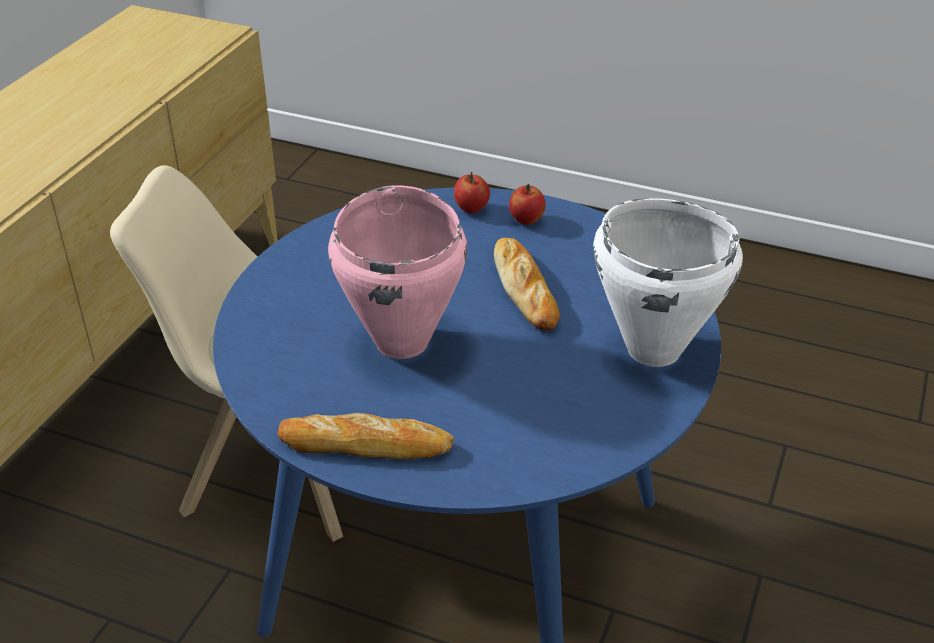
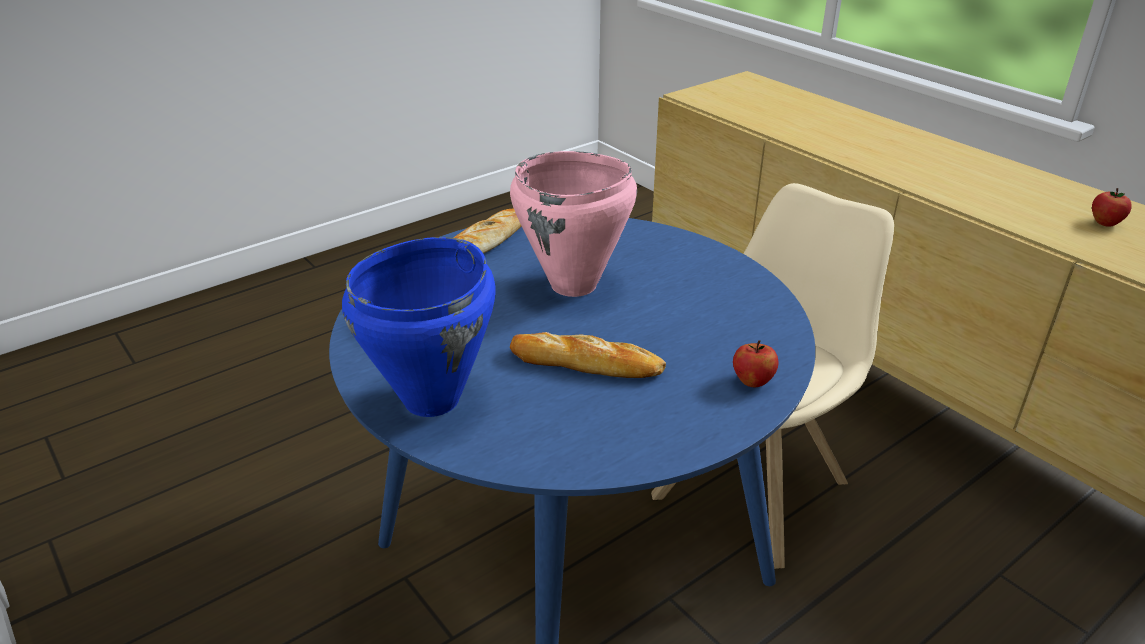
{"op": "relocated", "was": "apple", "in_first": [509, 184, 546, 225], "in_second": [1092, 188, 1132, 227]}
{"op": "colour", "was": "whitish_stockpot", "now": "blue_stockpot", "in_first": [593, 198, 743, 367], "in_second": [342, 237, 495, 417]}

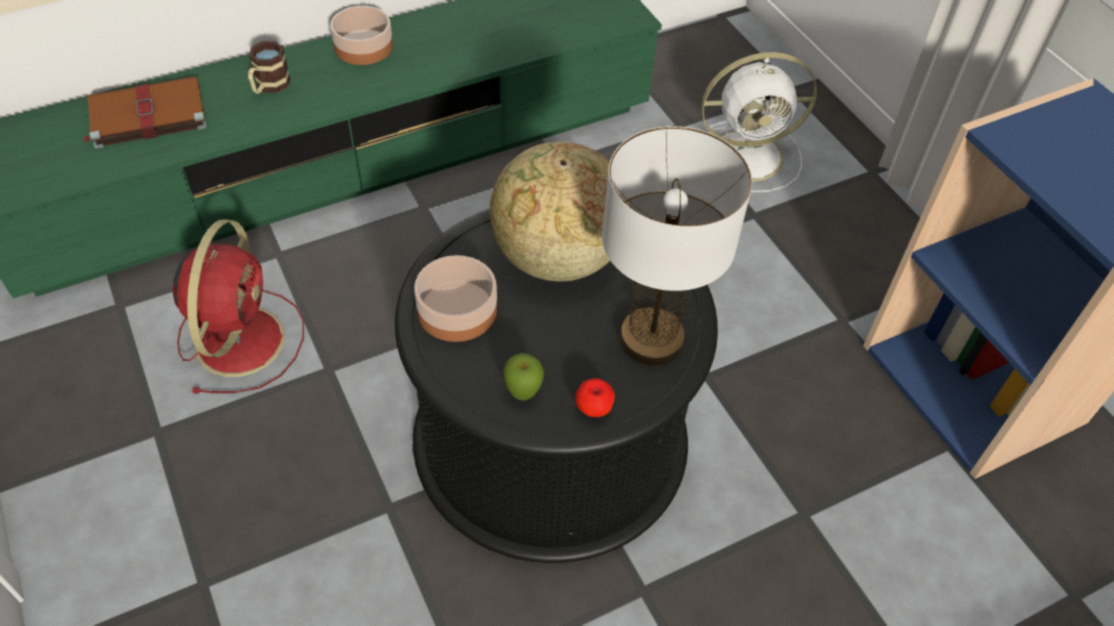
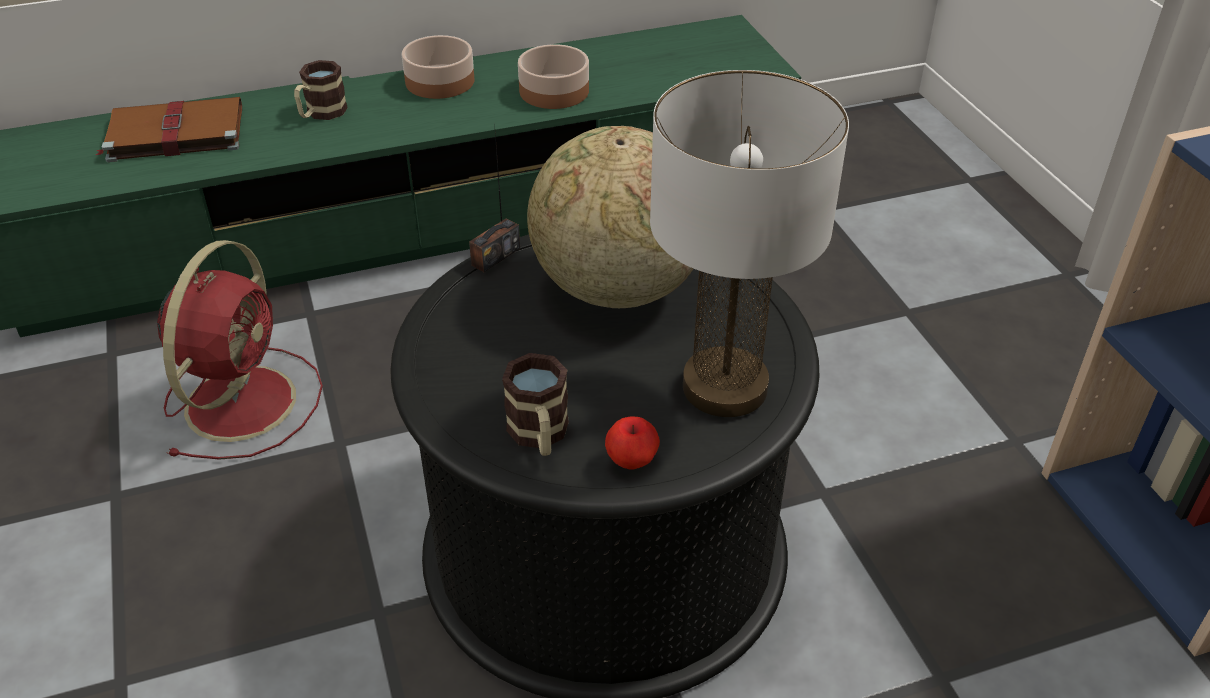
{"op": "missing", "was": "whitish_fan", "in_first": [701, 52, 817, 192]}
{"op": "appeared", "now": "radio_receiver", "in_second": [469, 124, 520, 272]}
{"op": "relocated", "was": "deep_dish", "in_first": [414, 255, 497, 342], "in_second": [518, 44, 589, 109]}
{"op": "exchanged", "was": "apple", "now": "coffee_mug", "in_first": [503, 353, 544, 400], "in_second": [502, 353, 569, 456]}

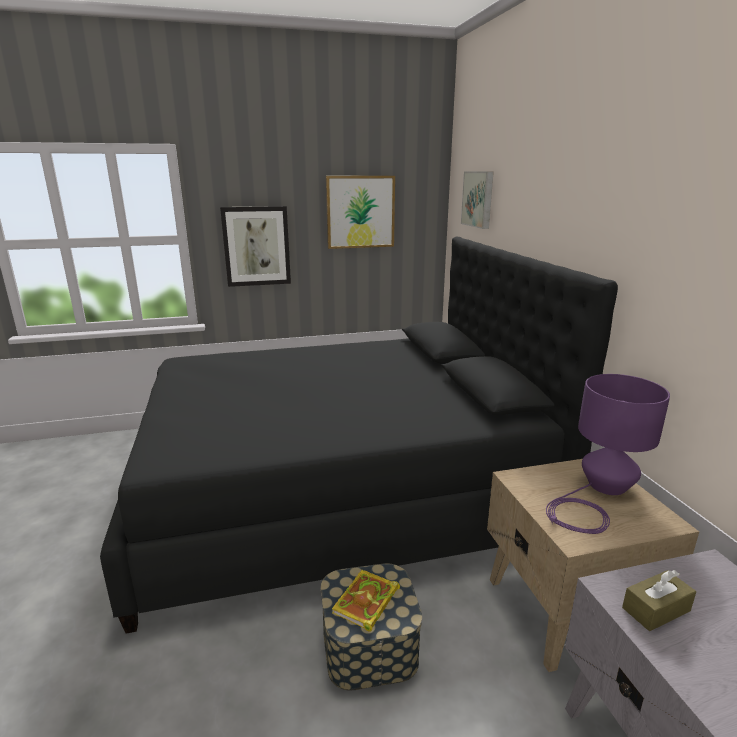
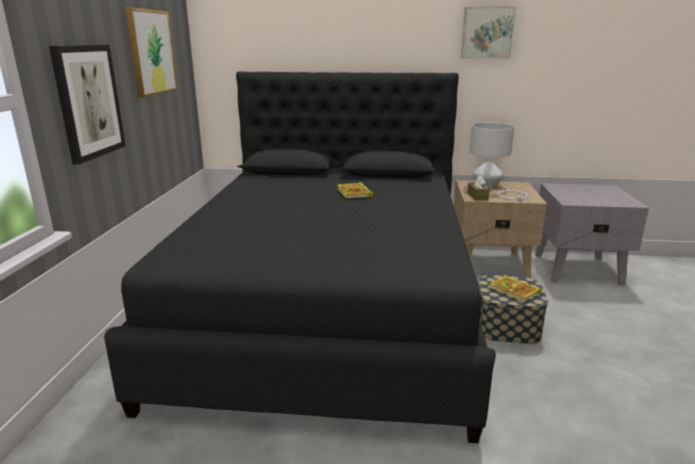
{"op": "appeared", "now": "volume", "in_second": [337, 182, 373, 198]}
{"op": "relocated", "was": "wall_art", "in_first": [461, 172, 494, 229], "in_second": [461, 7, 516, 59]}
{"op": "relocated", "was": "brown_box_of_tissues", "in_first": [622, 570, 696, 631], "in_second": [467, 175, 490, 200]}
{"op": "colour", "was": "purple-coloured_tabletop_lamp", "now": "whitish_tabletop_lamp", "in_first": [546, 374, 670, 534], "in_second": [470, 123, 529, 200]}

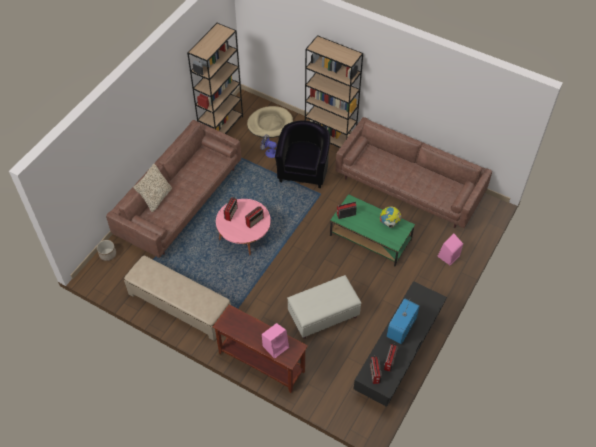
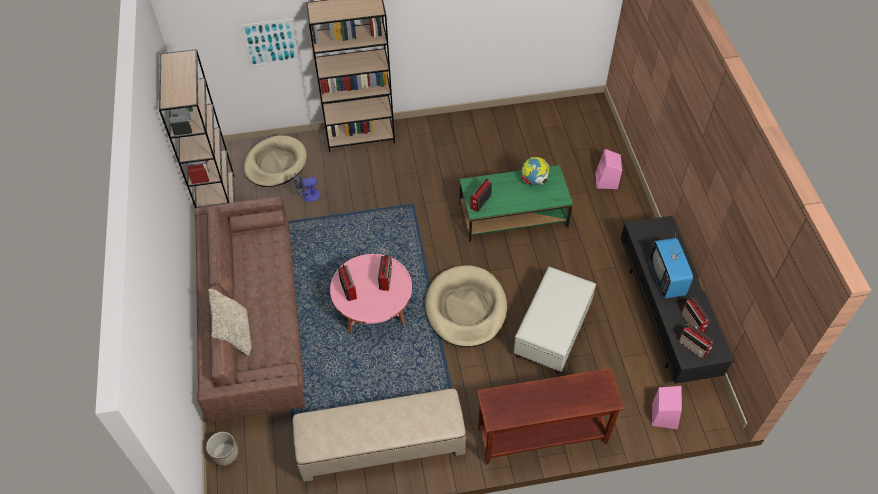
{"op": "missing", "was": "black_easy_chair", "in_first": [275, 120, 330, 188]}
{"op": "missing", "was": "brown_couch", "in_first": [335, 117, 492, 228]}
{"op": "appeared", "now": "wall_art", "in_second": [238, 19, 300, 67]}
{"op": "appeared", "now": "beige-coloured_dog_bed", "in_second": [425, 265, 507, 347]}
{"op": "relocated", "was": "pinkish_audio_speaker", "in_first": [262, 323, 289, 359], "in_second": [652, 386, 682, 429]}

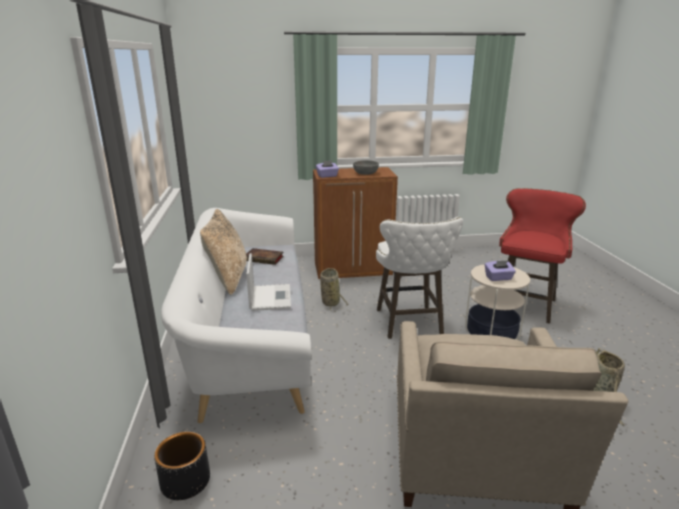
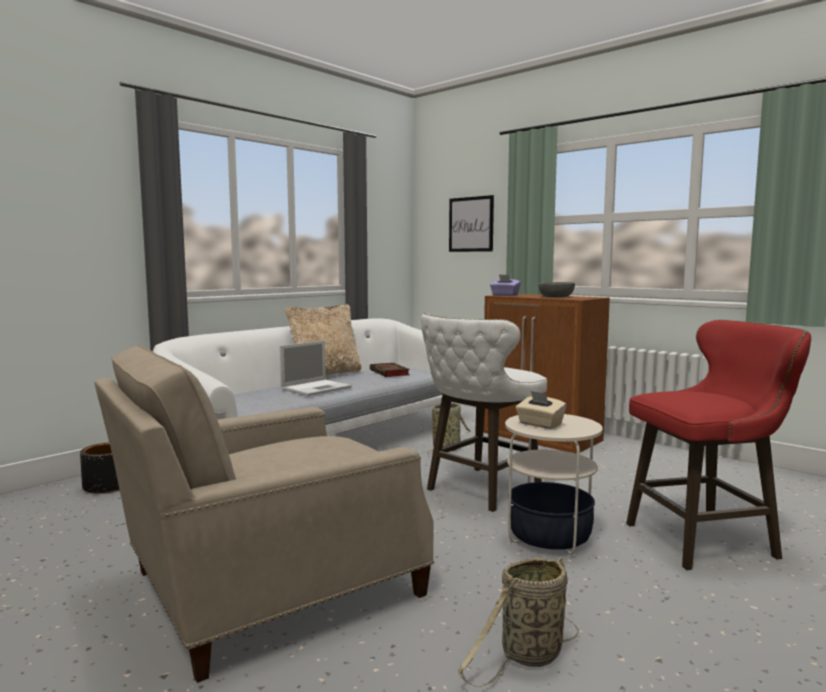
{"op": "appeared", "now": "wall_art", "in_second": [449, 195, 494, 252]}
{"op": "colour", "was": "purple-coloured_box_of_tissues", "now": "beige-coloured_box_of_tissues", "in_first": [485, 261, 516, 281], "in_second": [516, 391, 566, 429]}

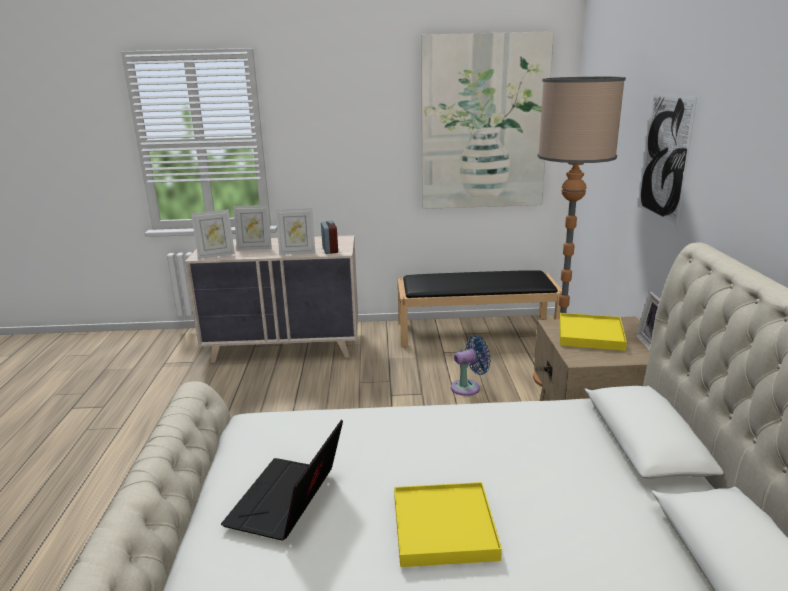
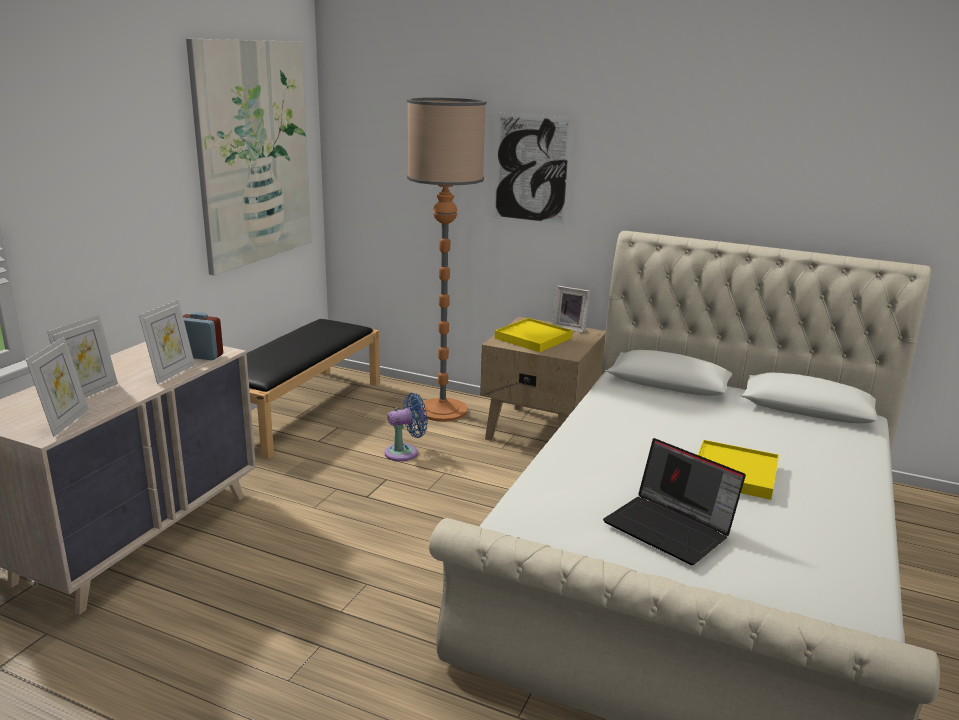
{"op": "spun", "was": "blue_fan", "in_first": [451, 336, 491, 396], "in_second": [384, 393, 428, 461], "clockwise": 60}

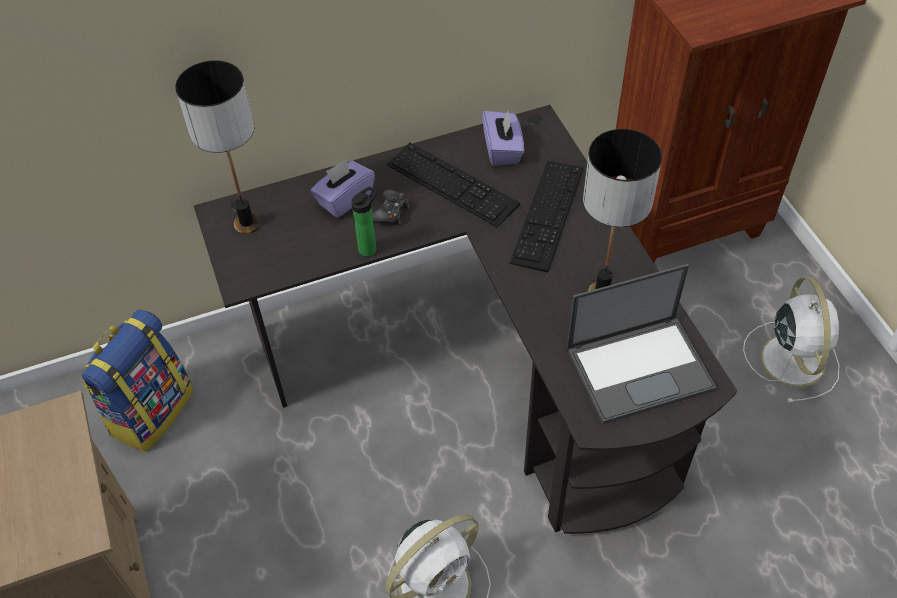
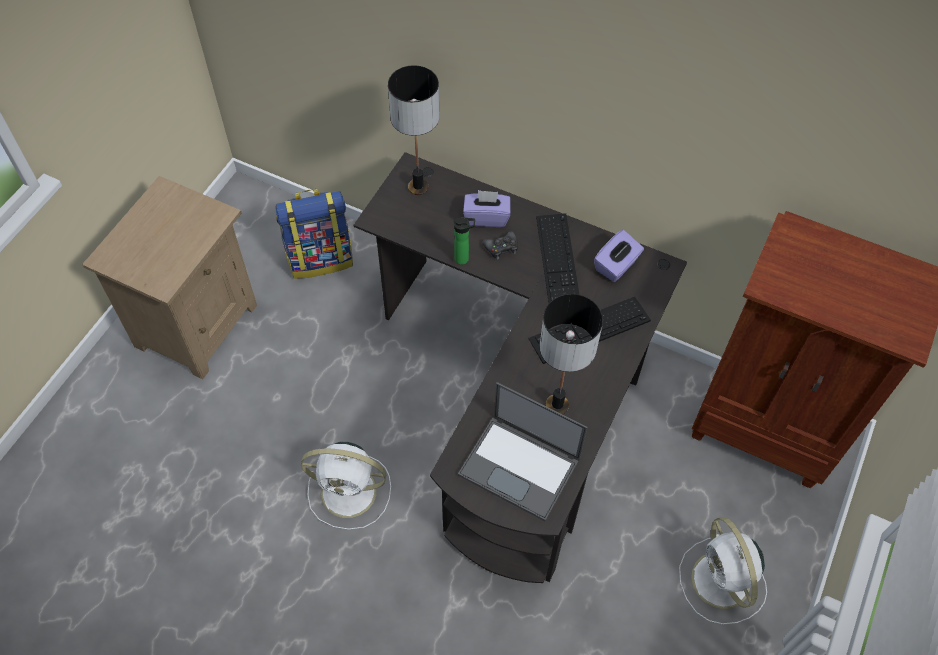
{"op": "spun", "was": "whitish_fan", "in_first": [743, 277, 840, 403], "in_second": [679, 517, 767, 624], "clockwise": 120}

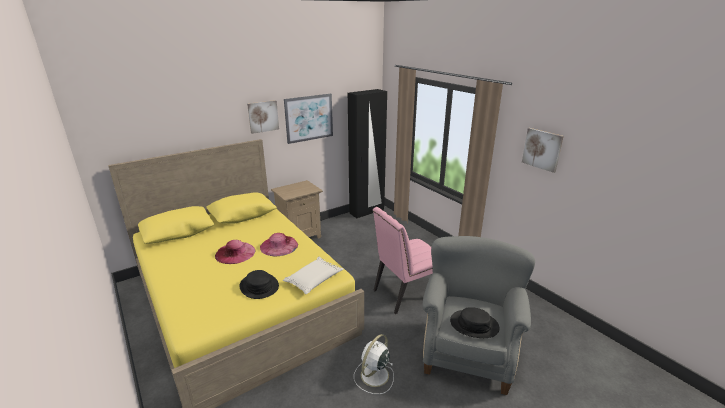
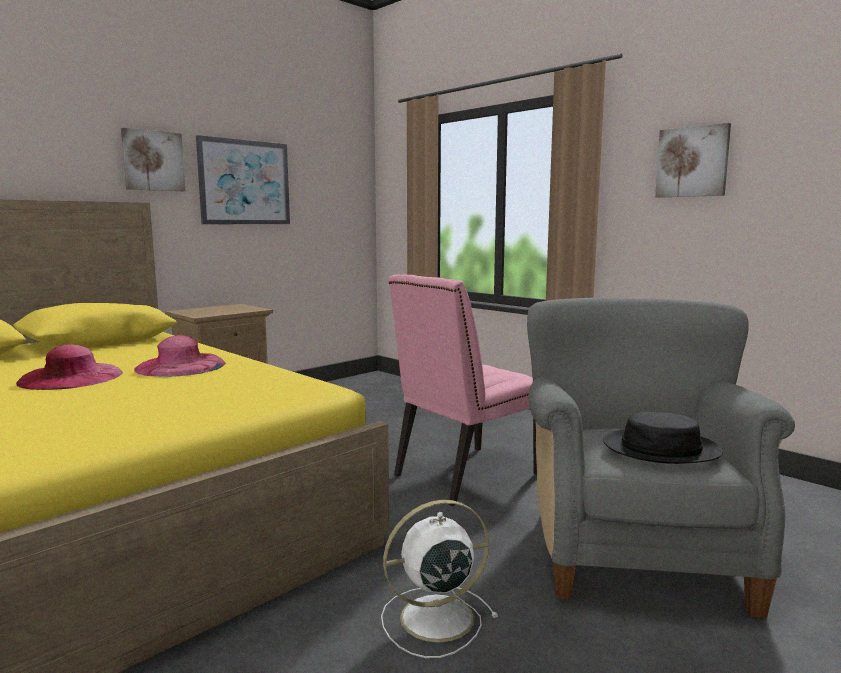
{"op": "missing", "was": "black_clothing_hat", "in_first": [240, 270, 279, 299]}
{"op": "missing", "was": "whitish_pillow", "in_first": [283, 256, 343, 294]}
{"op": "missing", "was": "black_wardrobe", "in_first": [348, 89, 387, 218]}
{"op": "spun", "was": "whitish_fan", "in_first": [354, 334, 394, 394], "in_second": [381, 500, 498, 658], "clockwise": 45}

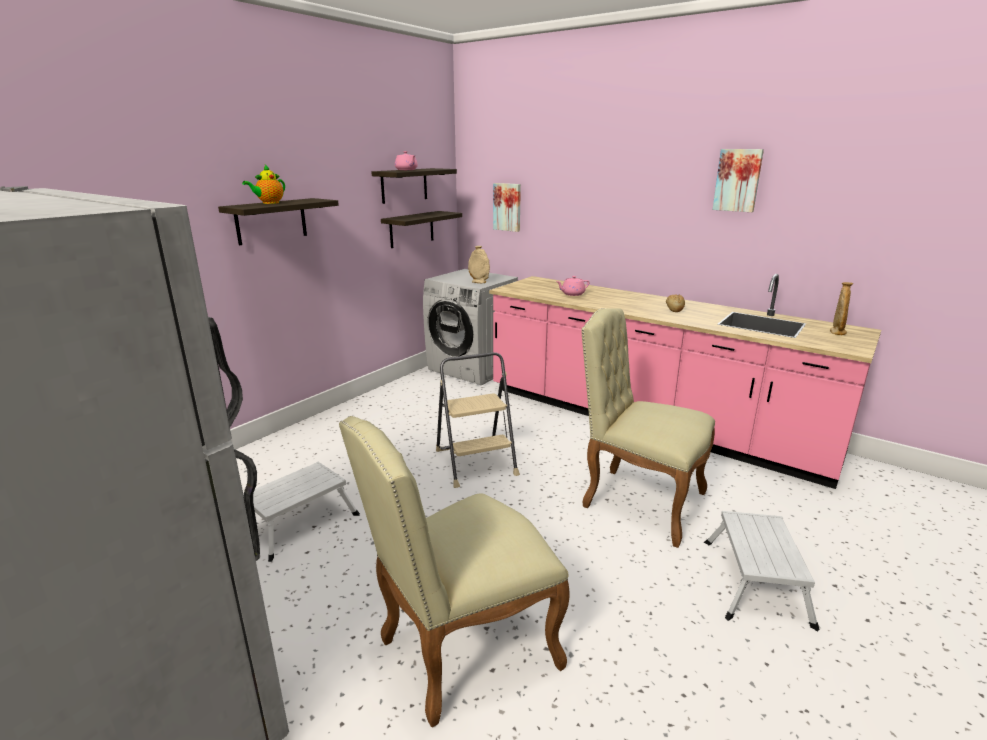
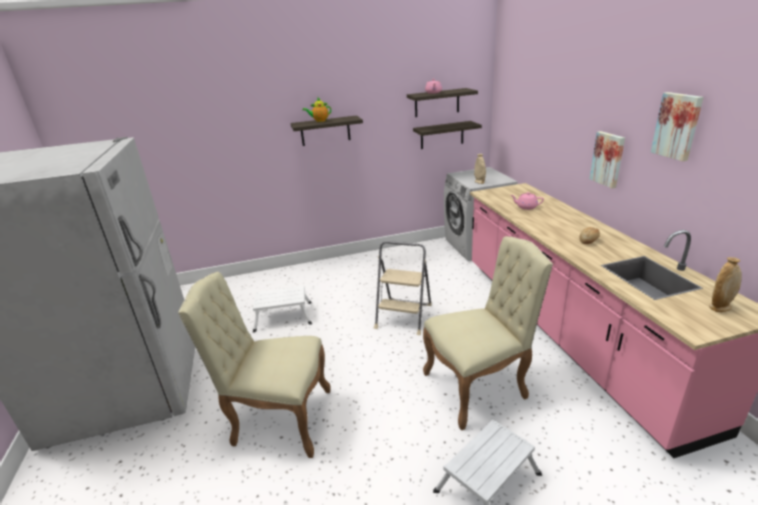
{"op": "relocated", "was": "wall_art", "in_first": [493, 183, 521, 232], "in_second": [590, 131, 625, 188]}
{"op": "spun", "was": "beige-coloured_chair", "in_first": [581, 308, 715, 548], "in_second": [423, 236, 553, 430], "clockwise": 90}

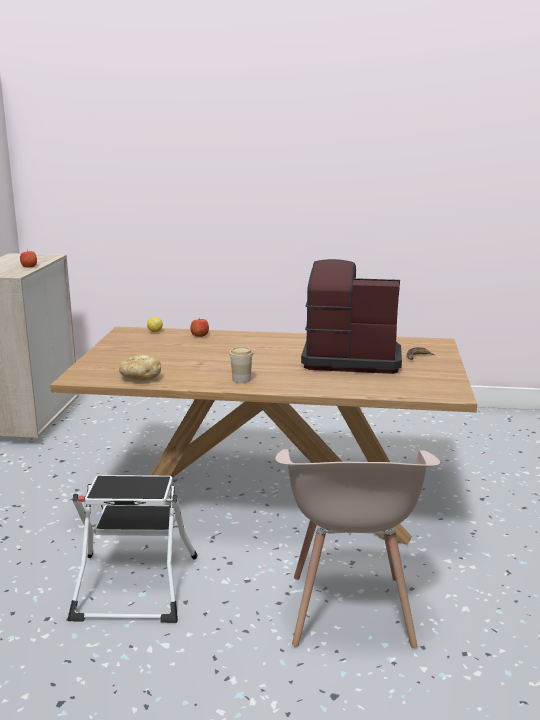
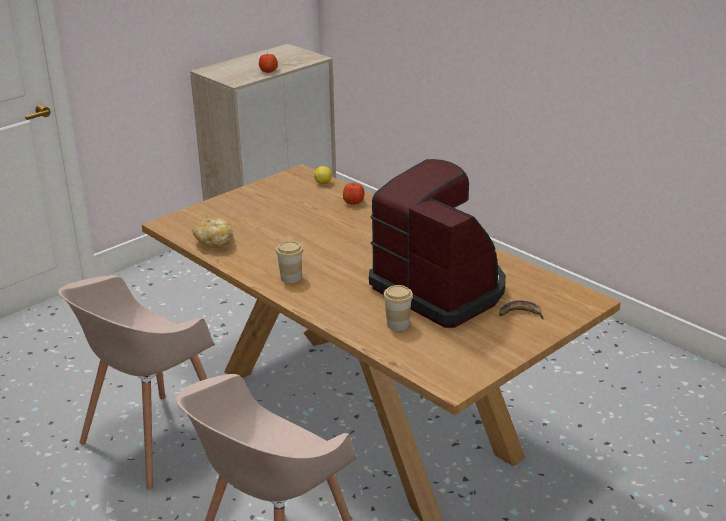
{"op": "appeared", "now": "small_cup", "in_second": [383, 285, 413, 331]}
{"op": "exchanged", "was": "step_stool", "now": "beige-coloured_chair", "in_first": [68, 475, 198, 623], "in_second": [58, 275, 215, 490]}

